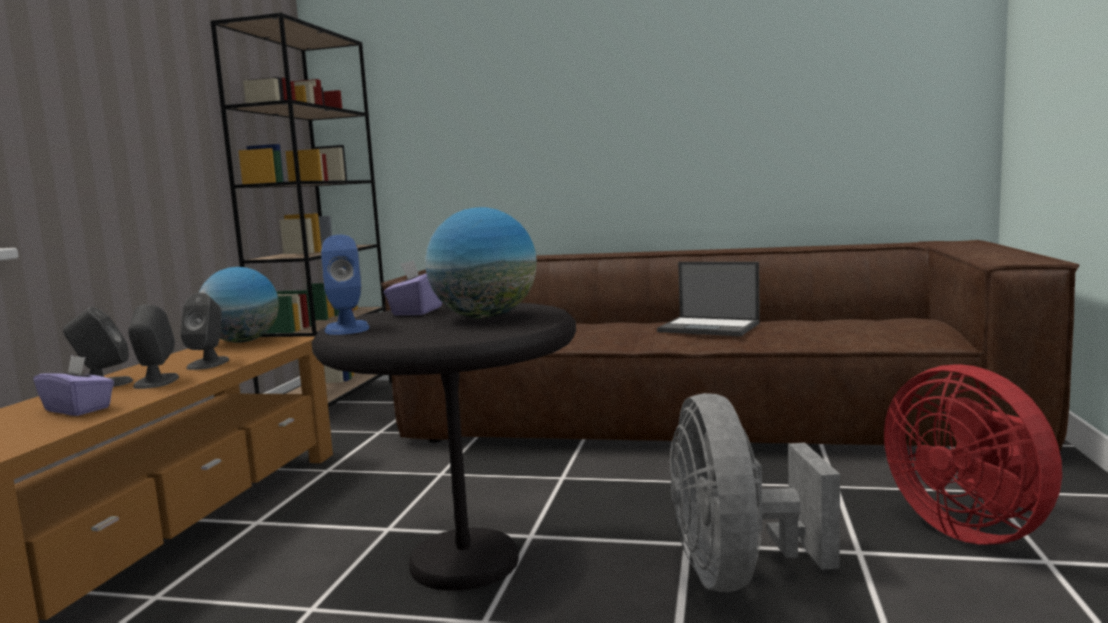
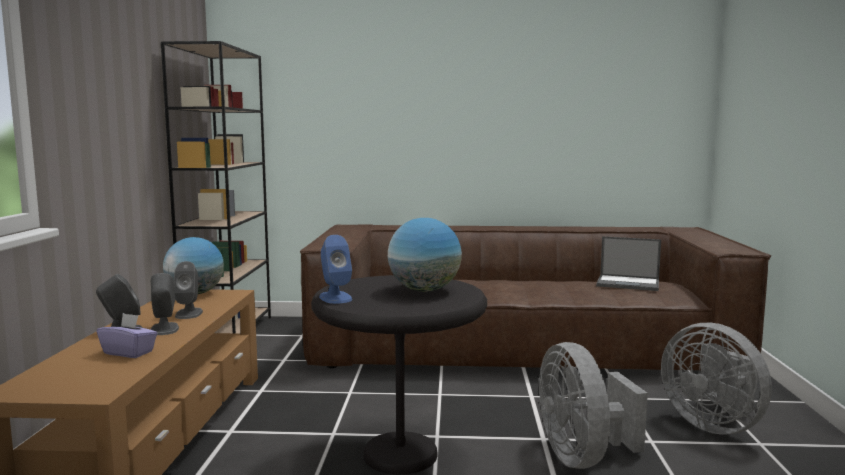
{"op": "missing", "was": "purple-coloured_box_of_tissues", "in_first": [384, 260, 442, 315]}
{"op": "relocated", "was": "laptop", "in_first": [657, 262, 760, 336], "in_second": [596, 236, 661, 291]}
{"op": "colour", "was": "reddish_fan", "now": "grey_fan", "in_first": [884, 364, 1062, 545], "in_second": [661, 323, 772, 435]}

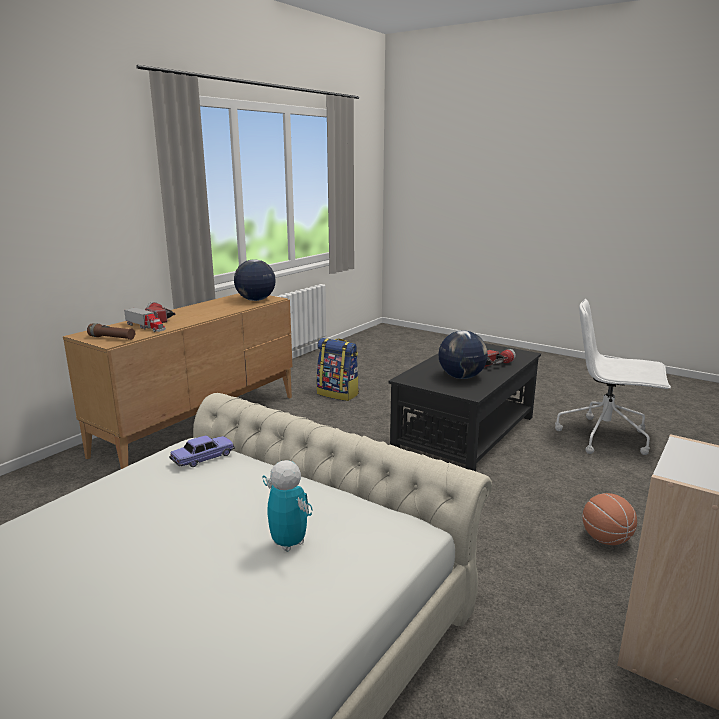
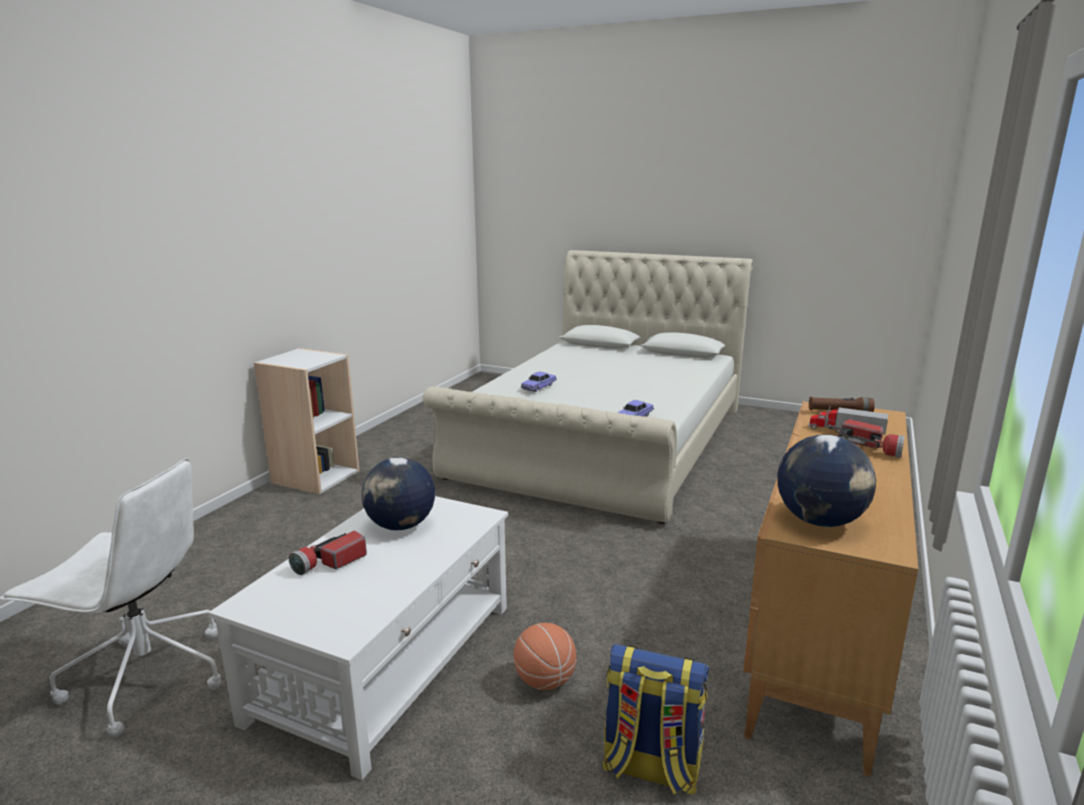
{"op": "relocated", "was": "basketball", "in_first": [582, 493, 637, 545], "in_second": [514, 623, 577, 690]}
{"op": "exchanged", "was": "robot_figure", "now": "model_car", "in_first": [262, 460, 312, 552], "in_second": [520, 371, 557, 392]}
{"op": "colour", "was": "black_coffee_table", "now": "whitish_coffee_table", "in_first": [389, 343, 541, 471], "in_second": [209, 496, 508, 780]}

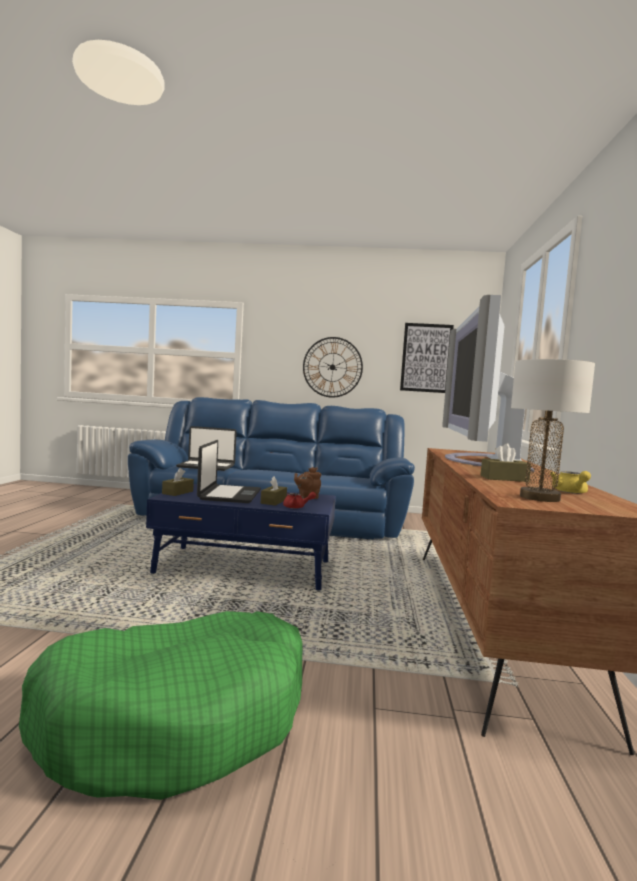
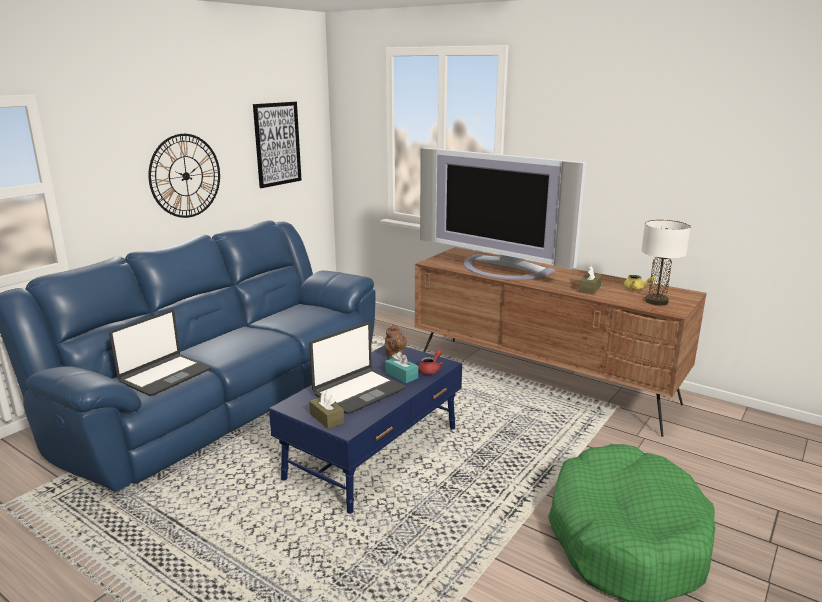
{"op": "colour", "was": "brown_box_of_tissues", "now": "turquoise_box_of_tissues", "in_first": [261, 476, 287, 506], "in_second": [385, 351, 418, 383]}
{"op": "spun", "was": "laptop", "in_first": [197, 440, 261, 503], "in_second": [309, 322, 405, 414], "clockwise": 105}

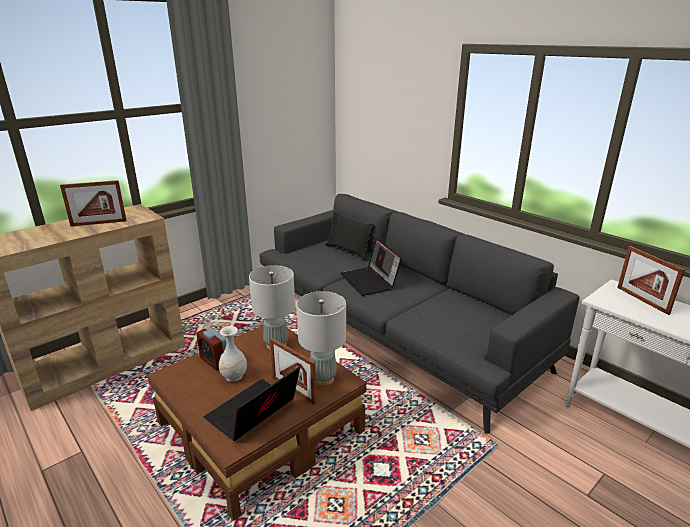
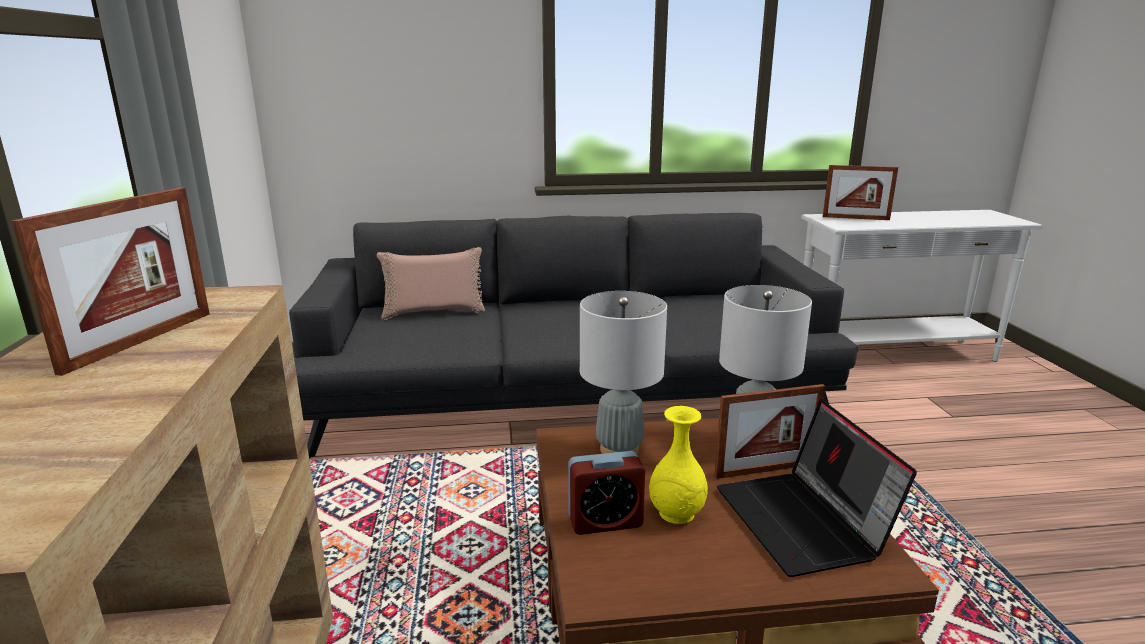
{"op": "missing", "was": "laptop", "in_first": [340, 238, 402, 296]}
{"op": "colour", "was": "whitish_decorative_vase", "now": "yellow-coloured_decorative_vase", "in_first": [219, 326, 247, 382], "in_second": [649, 406, 708, 524]}
{"op": "colour", "was": "black_pillow", "now": "beige-coloured_pillow", "in_first": [326, 212, 375, 260], "in_second": [376, 247, 485, 320]}

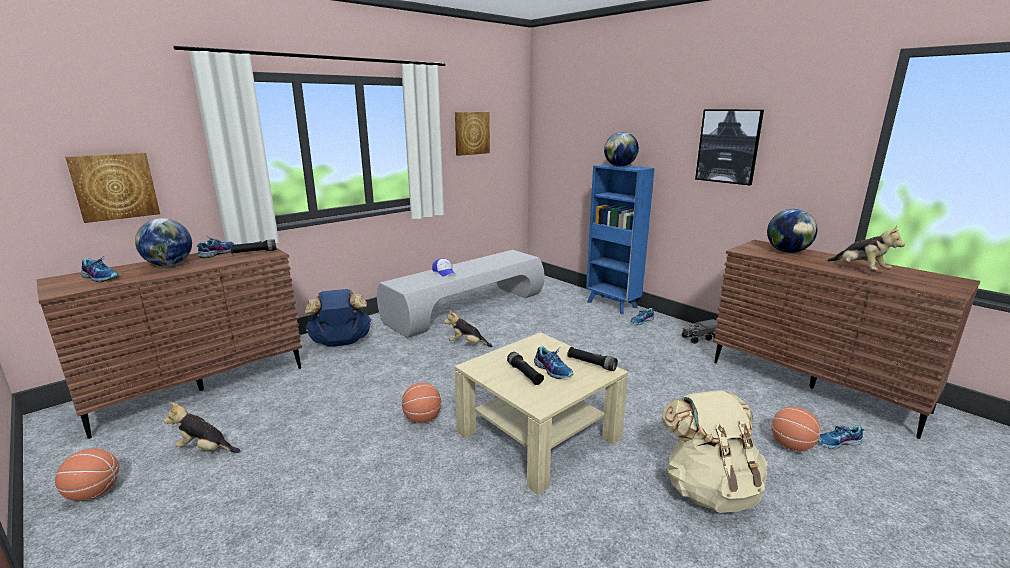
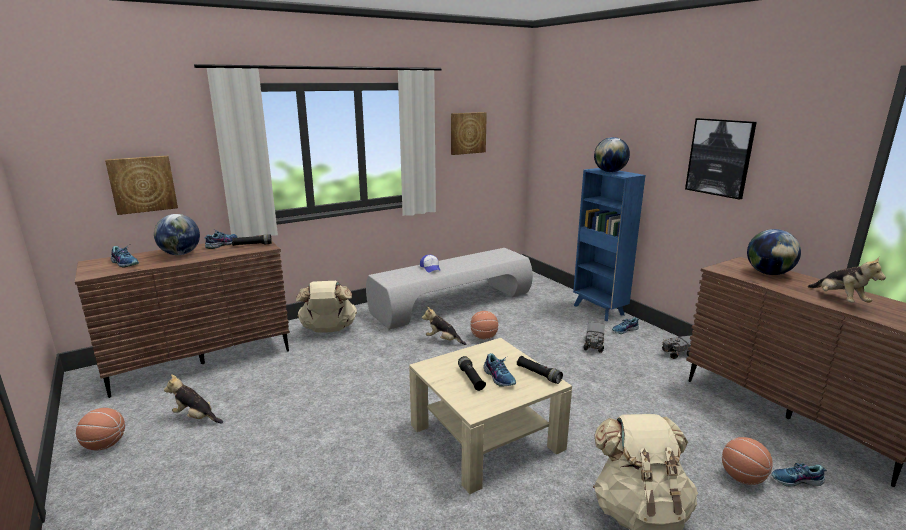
{"op": "appeared", "now": "model_truck", "in_second": [584, 322, 605, 353]}
{"op": "relocated", "was": "basketball", "in_first": [402, 383, 441, 423], "in_second": [470, 311, 498, 339]}
{"op": "colour", "was": "blue_rucksack", "now": "beige-coloured_rucksack", "in_first": [305, 289, 372, 347], "in_second": [296, 281, 357, 333]}

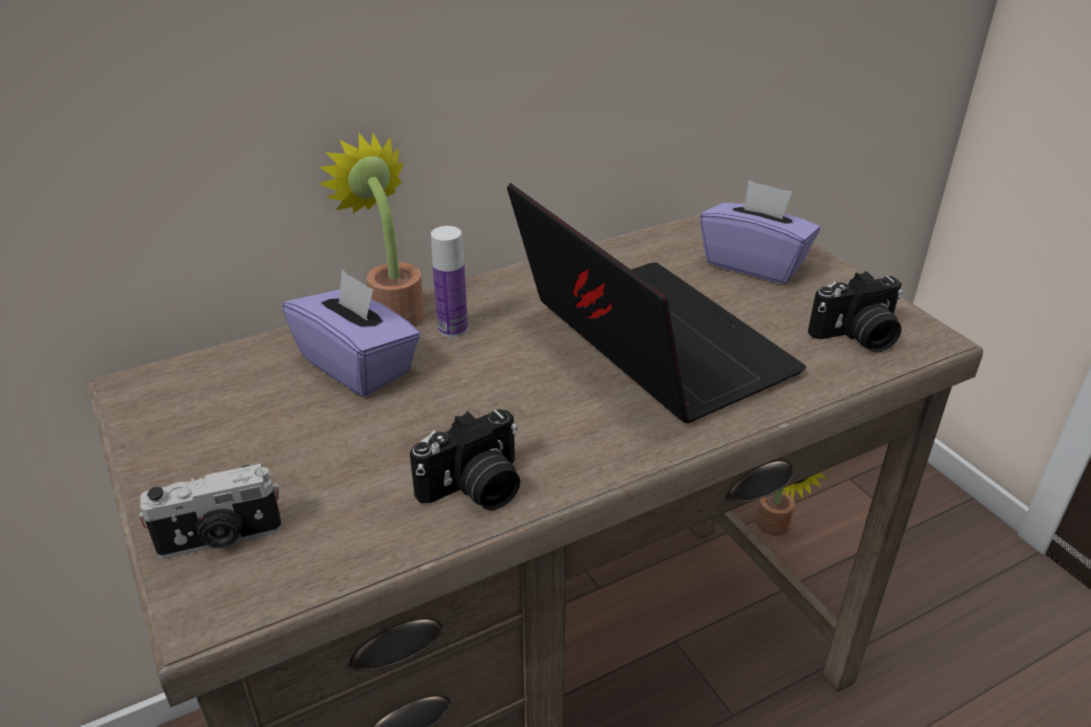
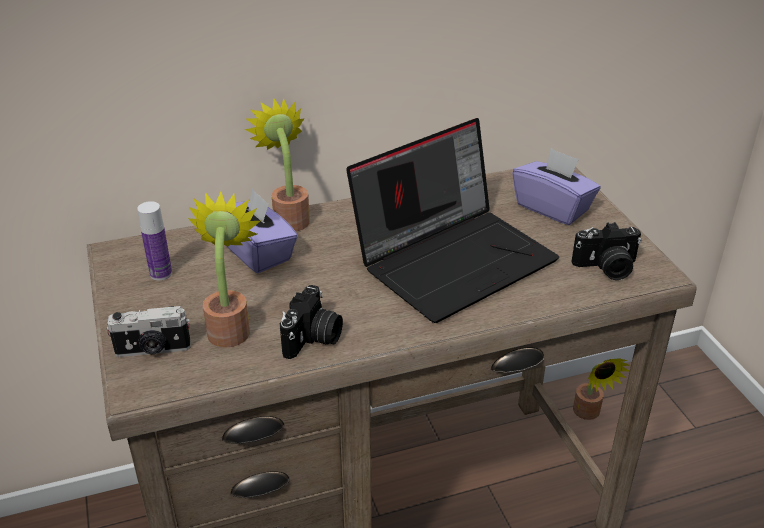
{"op": "appeared", "now": "potted_plant", "in_second": [188, 192, 260, 348]}
{"op": "relocated", "was": "beverage_bottle", "in_first": [431, 226, 468, 338], "in_second": [137, 201, 172, 280]}
{"op": "spun", "was": "still_camera", "in_first": [410, 409, 520, 510], "in_second": [280, 285, 343, 359], "clockwise": -45}
{"op": "spun", "was": "laptop", "in_first": [507, 183, 806, 423], "in_second": [346, 118, 559, 323], "clockwise": 75}

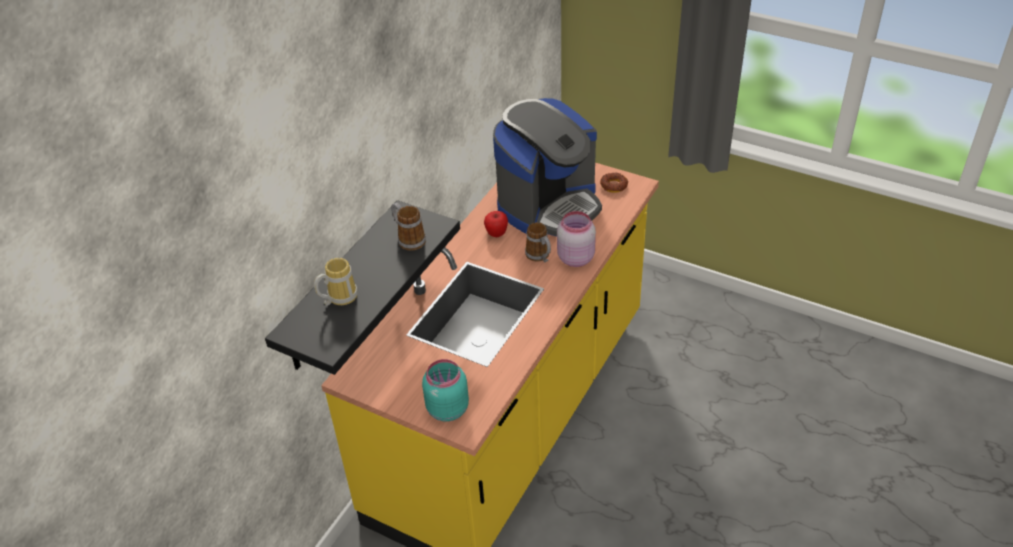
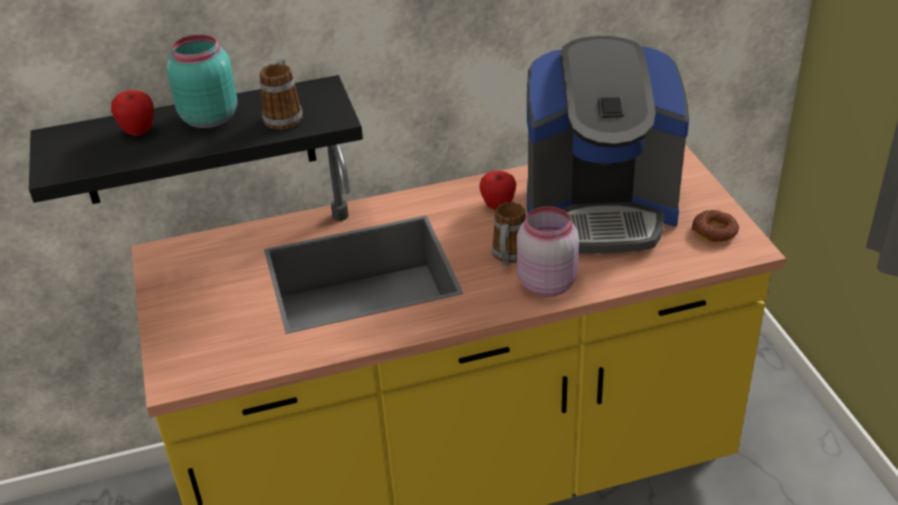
{"op": "relocated", "was": "turquoise_storage_jar", "in_first": [422, 359, 469, 422], "in_second": [167, 34, 237, 128]}
{"op": "exchanged", "was": "coffee_mug", "now": "apple", "in_first": [314, 258, 358, 306], "in_second": [111, 90, 154, 136]}

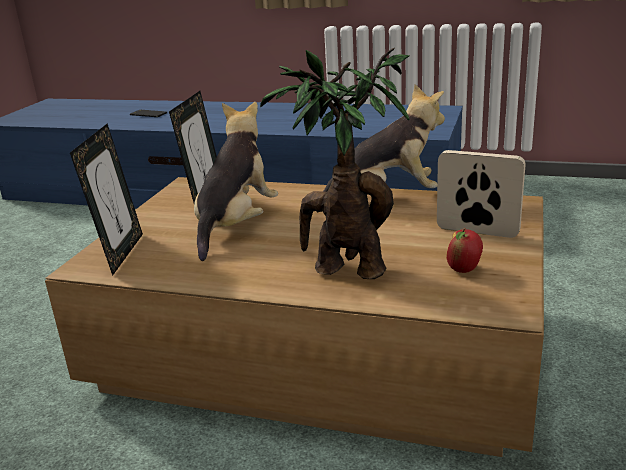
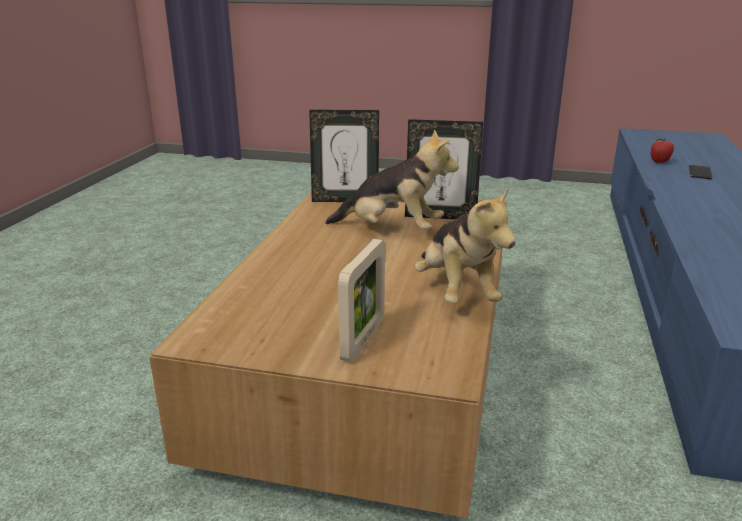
{"op": "missing", "was": "potted_plant", "in_first": [260, 48, 410, 279]}
{"op": "relocated", "was": "apple", "in_first": [446, 228, 483, 273], "in_second": [651, 138, 674, 163]}

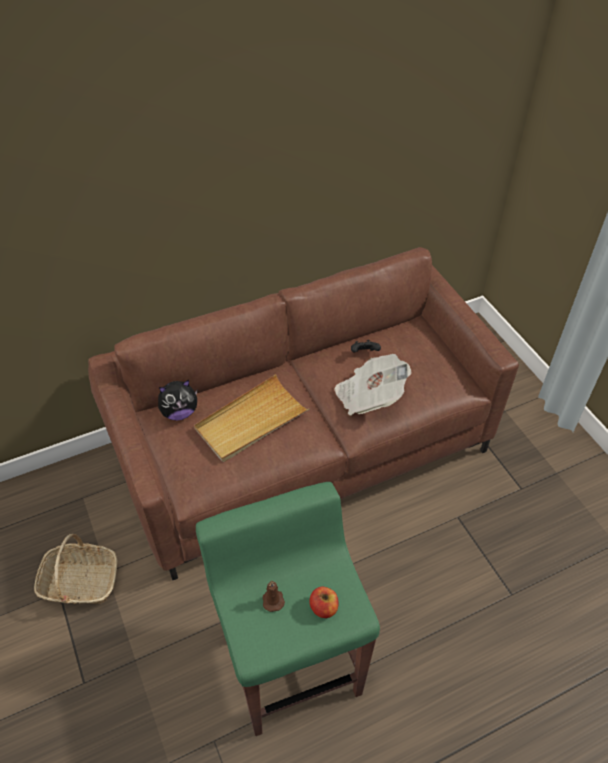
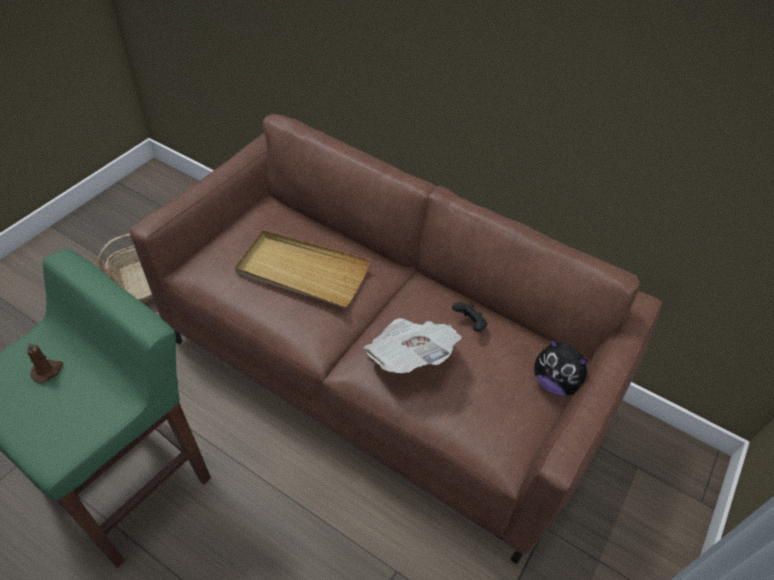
{"op": "missing", "was": "apple", "in_first": [309, 586, 339, 618]}
{"op": "relocated", "was": "soft_toy", "in_first": [158, 380, 197, 421], "in_second": [534, 338, 588, 396]}

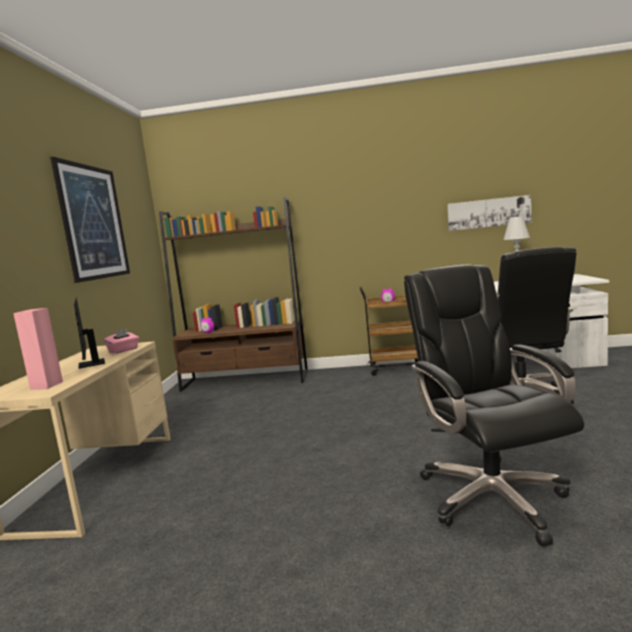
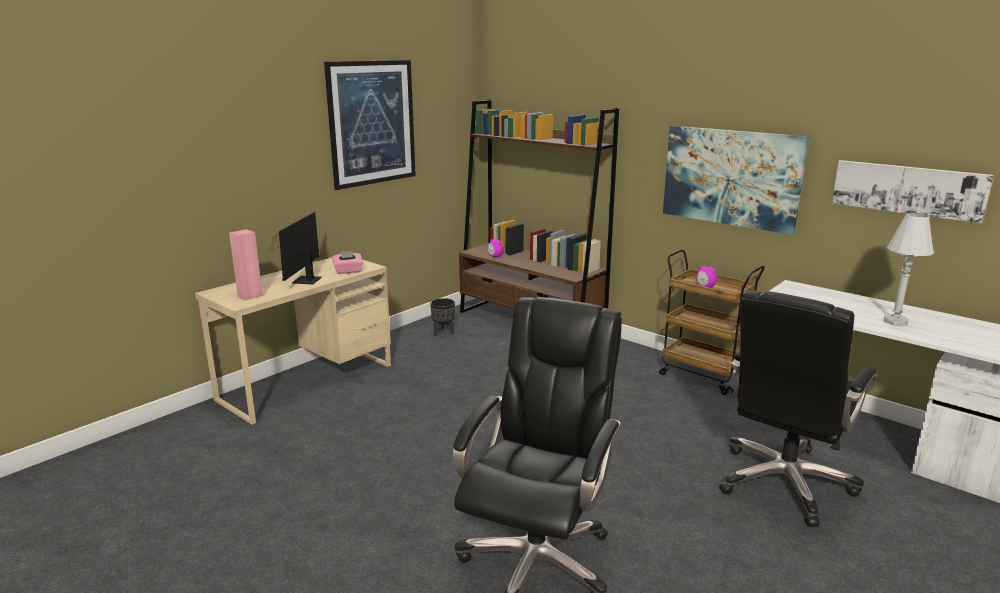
{"op": "appeared", "now": "black_plant_pot", "in_second": [430, 298, 455, 336]}
{"op": "appeared", "now": "wall_art", "in_second": [663, 126, 809, 235]}

